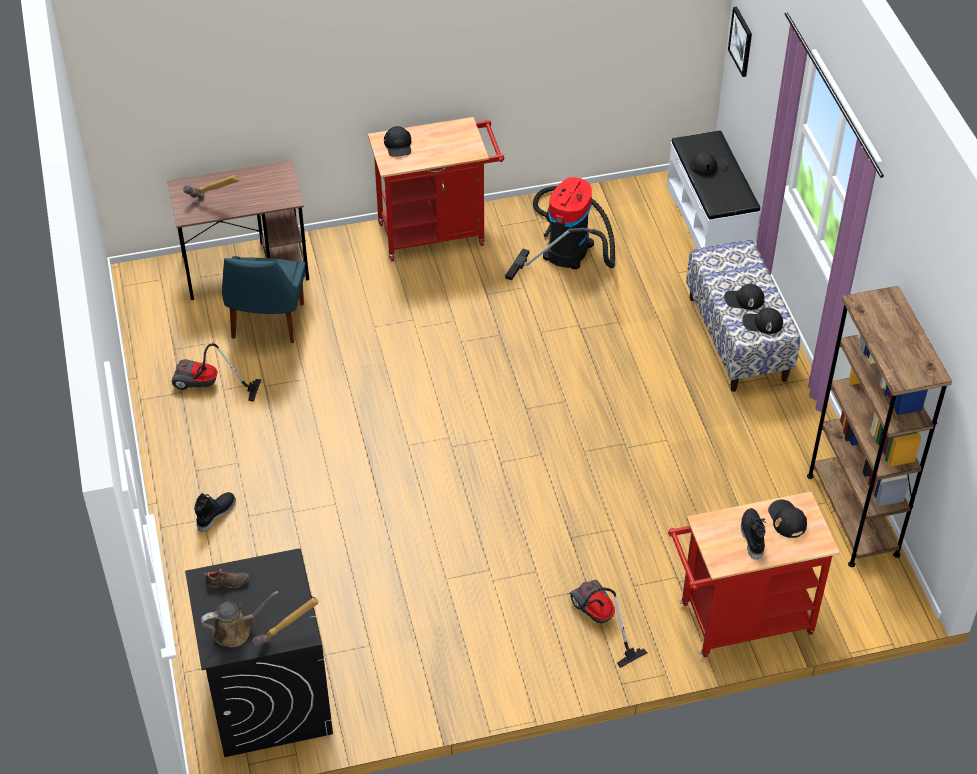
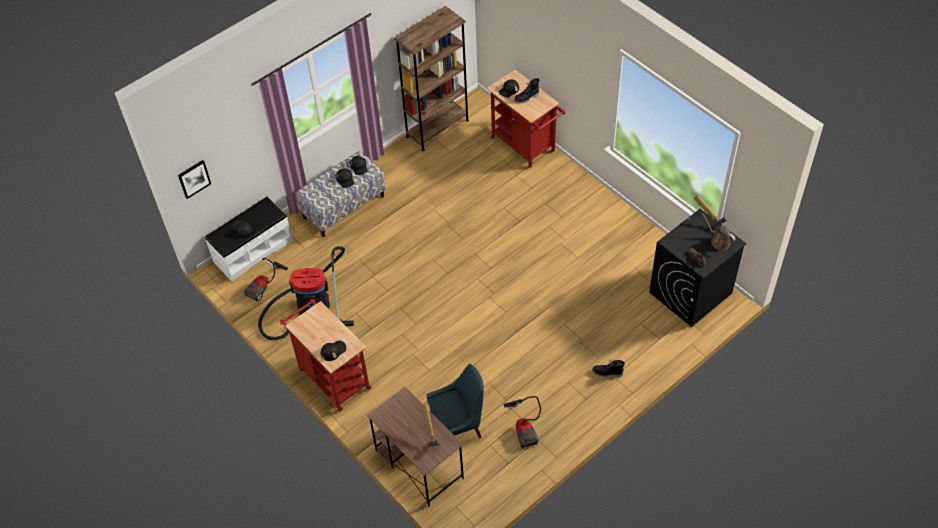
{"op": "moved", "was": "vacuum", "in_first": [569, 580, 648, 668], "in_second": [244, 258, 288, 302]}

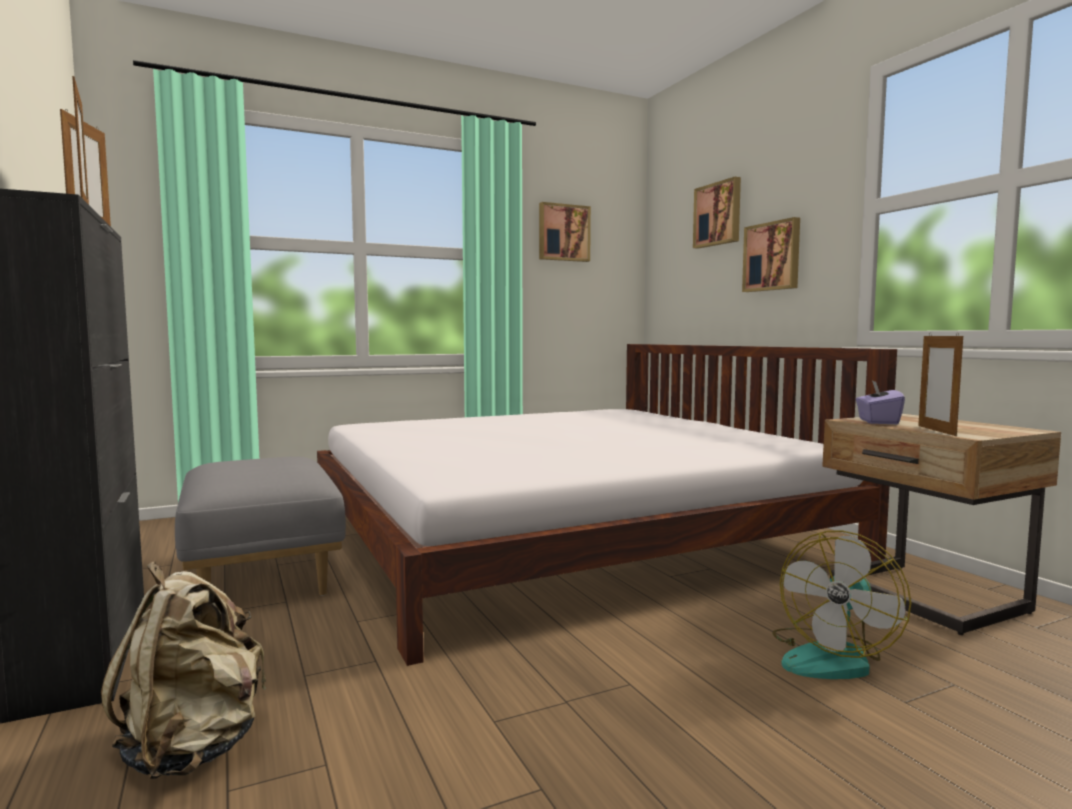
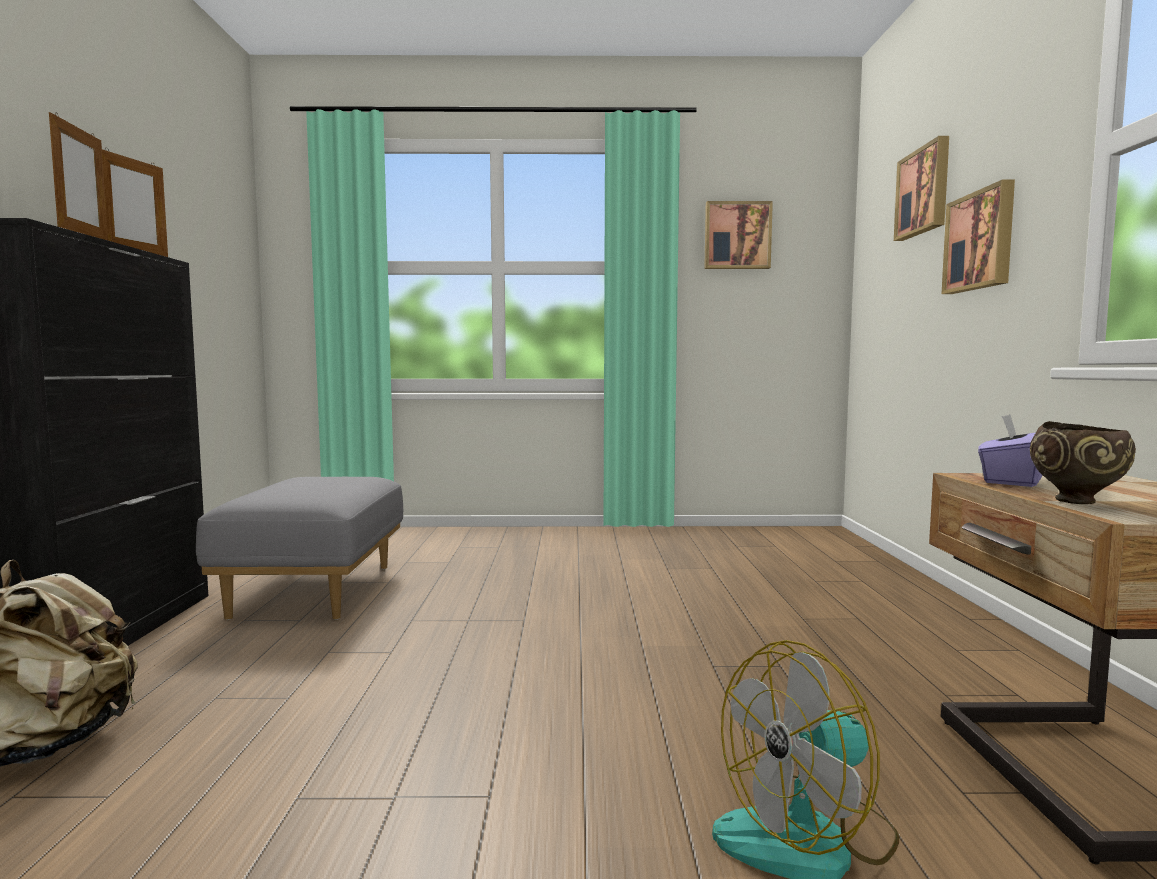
{"op": "removed", "was": "whitish bedroom bed", "in_first": [317, 344, 897, 666]}
{"op": "replaced", "was": "standing frame", "now": "brown bowl", "in_first": [918, 332, 963, 436], "in_second": [1030, 421, 1136, 504]}

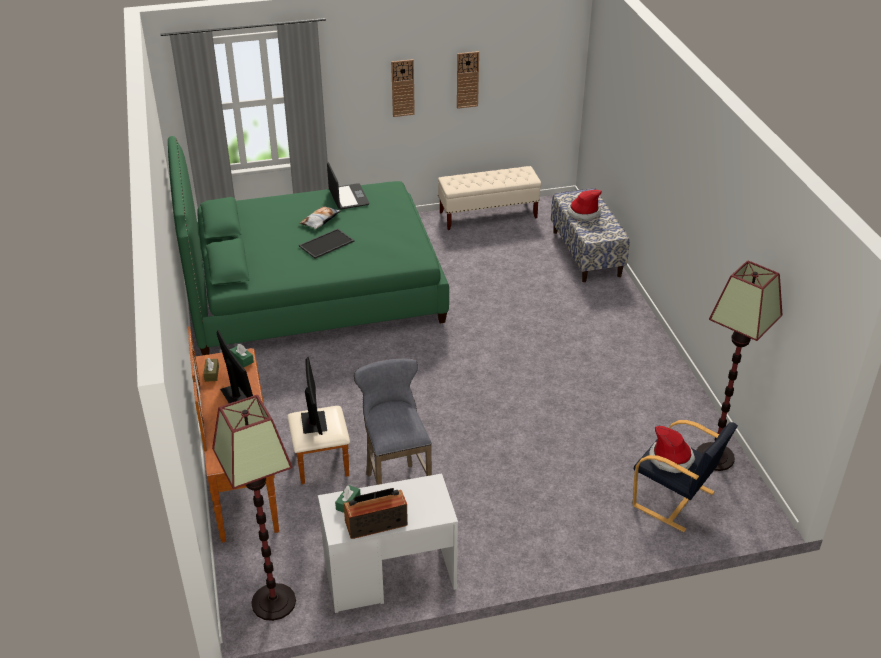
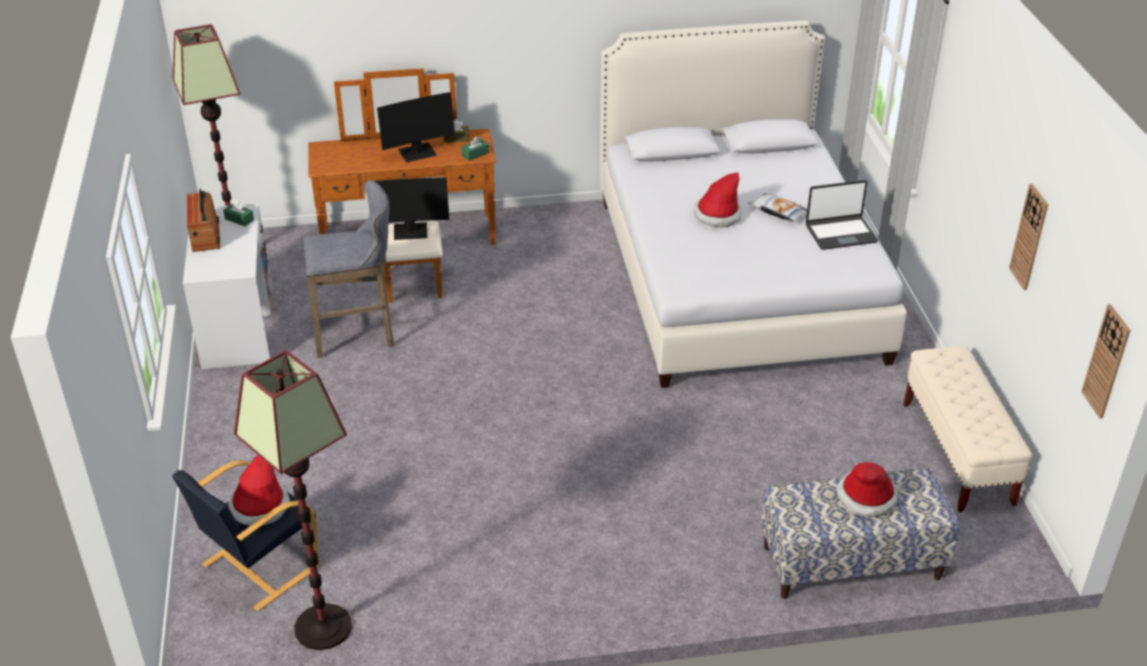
{"op": "recoloured", "was": "greenish bedroom bed", "now": "whitish bedroom bed", "in_first": [168, 136, 449, 355], "in_second": [600, 21, 907, 388]}
{"op": "replaced", "was": "carrying tray", "now": "clothing hat", "in_first": [299, 229, 354, 259], "in_second": [694, 172, 742, 228]}
{"op": "moved", "was": "wall clock", "in_first": [391, 59, 415, 117], "in_second": [1081, 304, 1131, 419]}

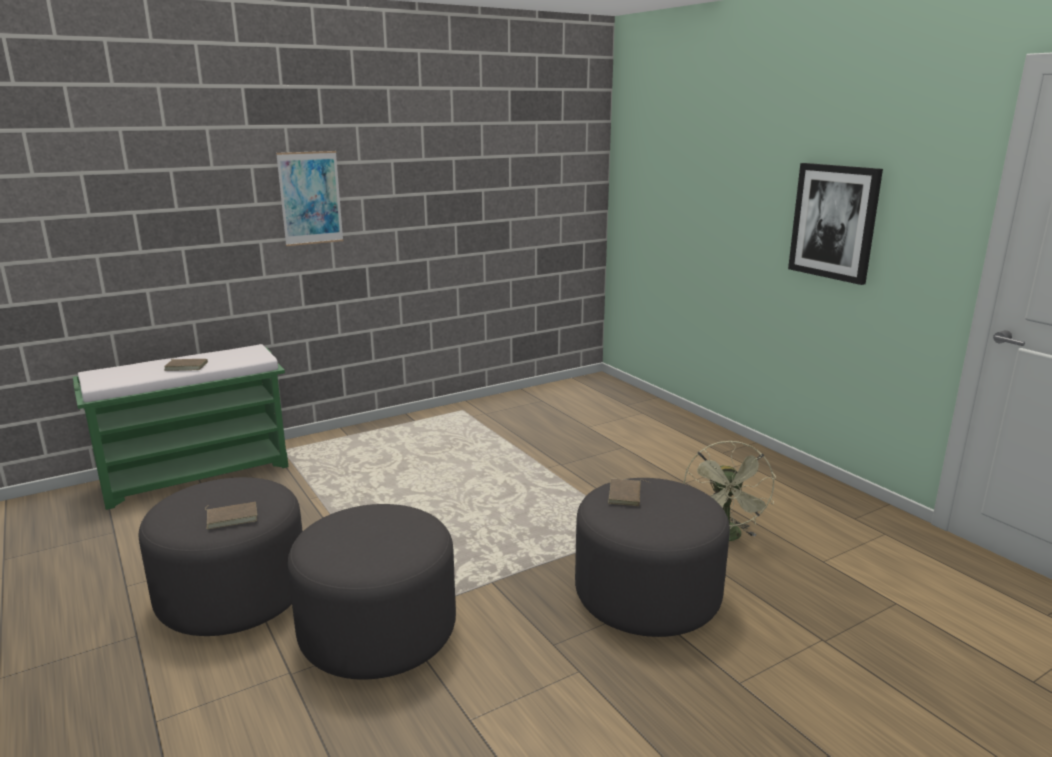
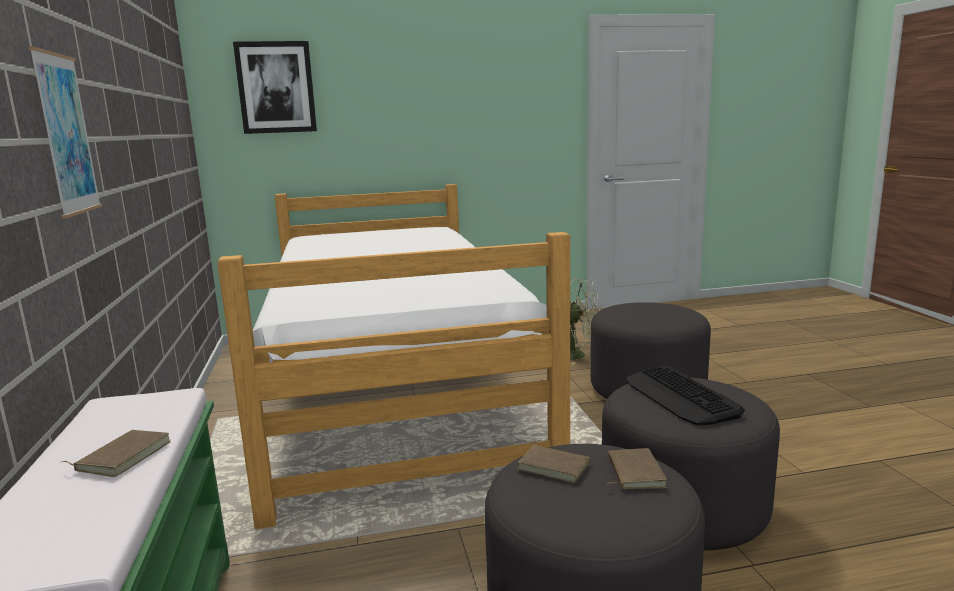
{"op": "moved", "was": "brown book", "in_first": [608, 478, 650, 506], "in_second": [517, 440, 590, 483]}
{"op": "moved", "was": "wall art", "in_first": [788, 163, 883, 285], "in_second": [233, 41, 317, 134]}
{"op": "added", "now": "bedroom bed", "in_second": [217, 184, 570, 529]}
{"op": "added", "now": "computer keyboard", "in_second": [626, 366, 745, 426]}

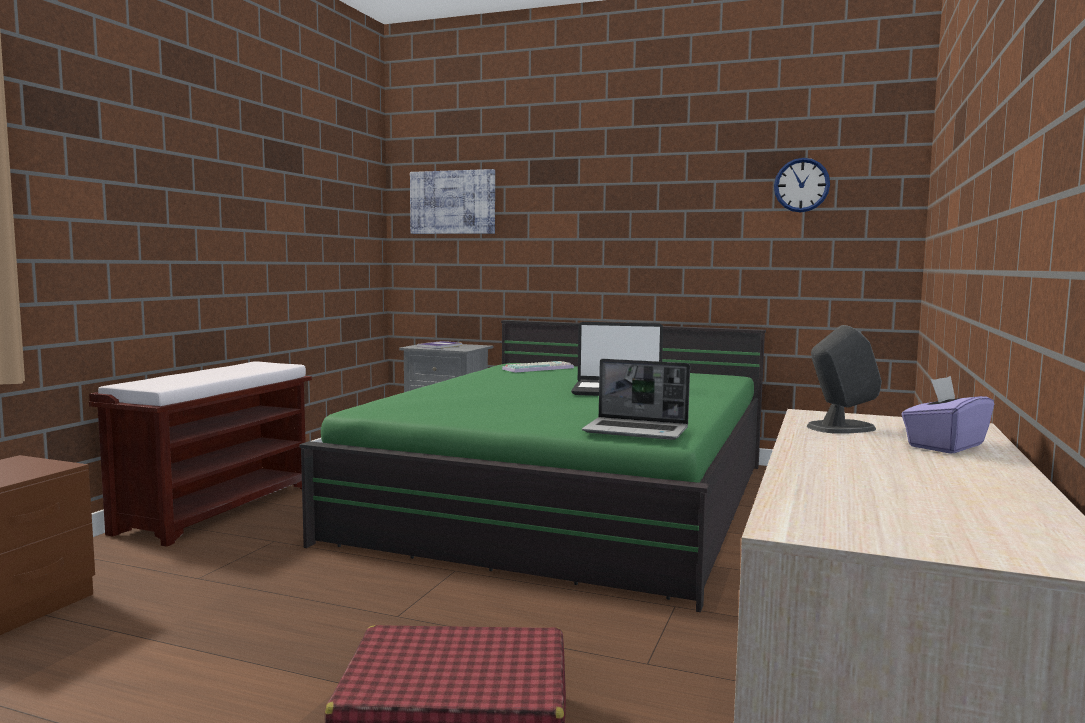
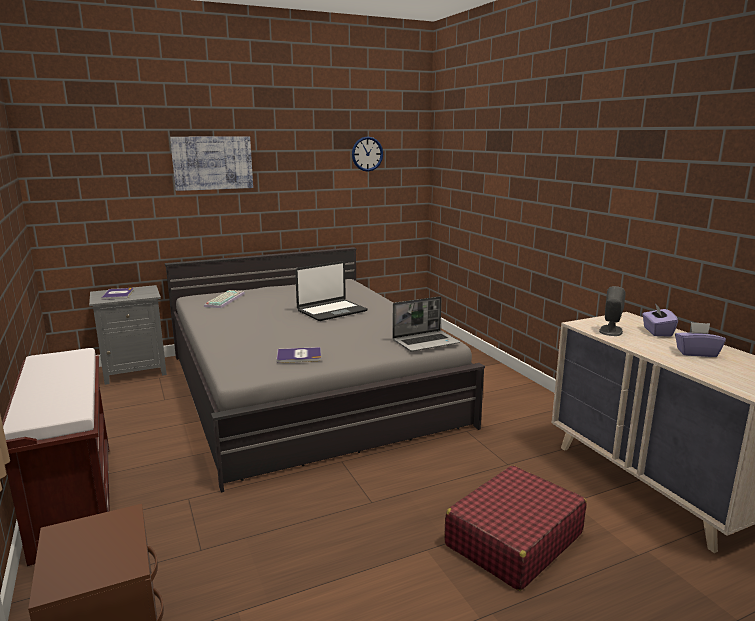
{"op": "recoloured", "was": "greenish bedroom bed", "now": "gray bedroom bed", "in_first": [300, 320, 766, 612], "in_second": [165, 247, 485, 493]}
{"op": "moved", "was": "wall art", "in_first": [410, 169, 495, 234], "in_second": [170, 137, 253, 191]}
{"op": "added", "now": "book", "in_second": [277, 347, 321, 363]}
{"op": "added", "now": "purple box of tissues", "in_second": [675, 322, 726, 357]}

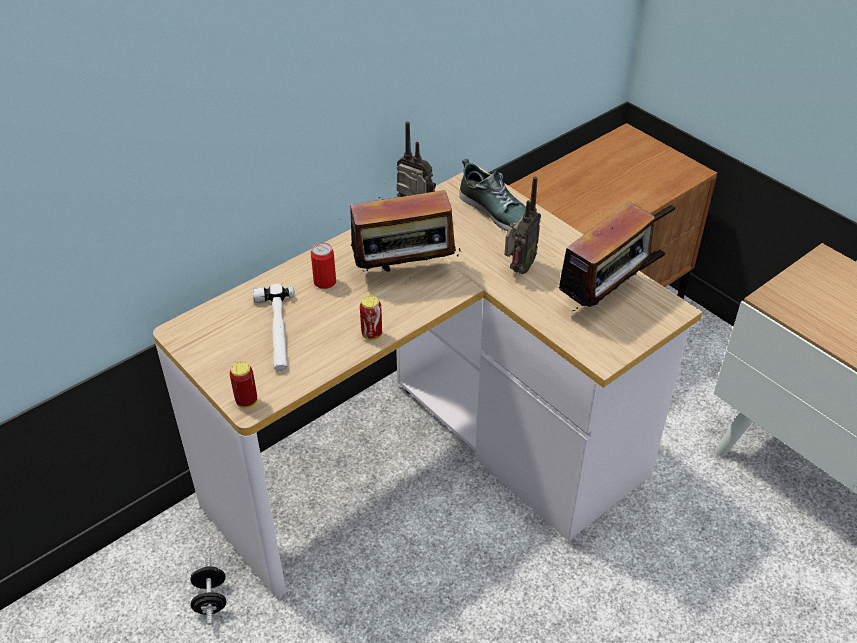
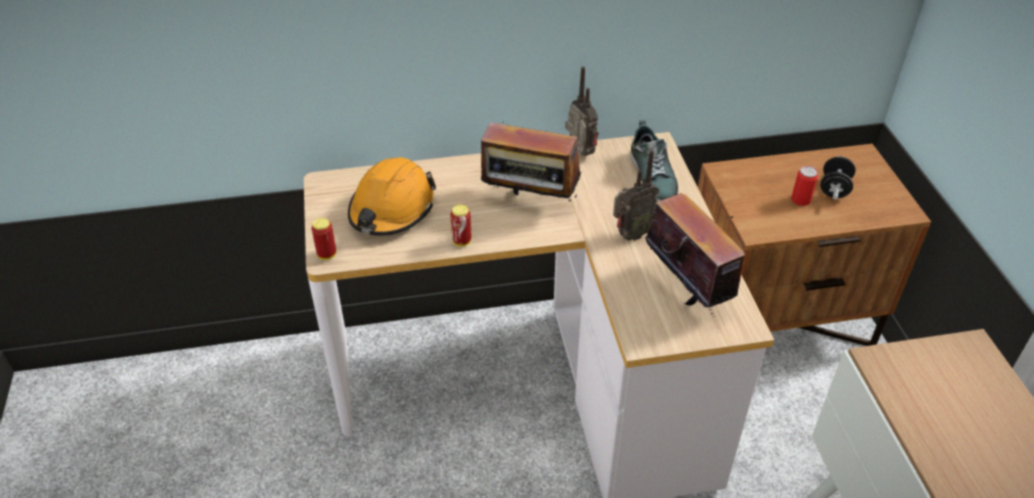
{"op": "moved", "was": "black dumbbell", "in_first": [190, 557, 226, 625], "in_second": [820, 156, 856, 200]}
{"op": "replaced", "was": "tool hammer", "now": "orange safety helmet", "in_first": [253, 284, 295, 371], "in_second": [348, 157, 436, 236]}
{"op": "moved", "was": "can", "in_first": [311, 242, 336, 289], "in_second": [791, 166, 818, 206]}
{"op": "turned", "was": "radio", "in_first": [558, 202, 657, 311], "in_second": [645, 193, 745, 317], "clockwise": -105}

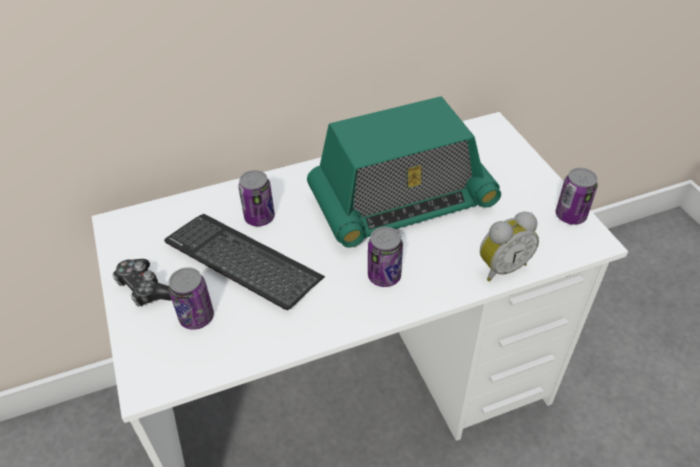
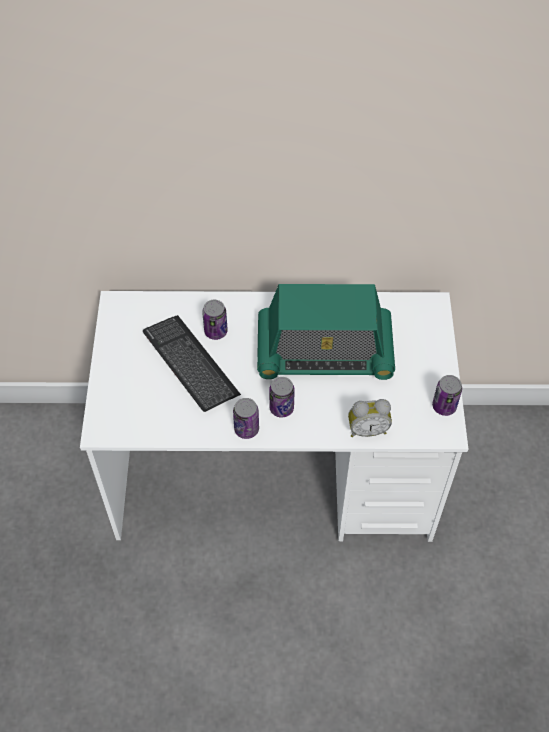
{"op": "removed", "was": "gamepad", "in_first": [112, 259, 171, 306]}
{"op": "moved", "was": "can", "in_first": [168, 267, 214, 330], "in_second": [233, 398, 259, 439]}

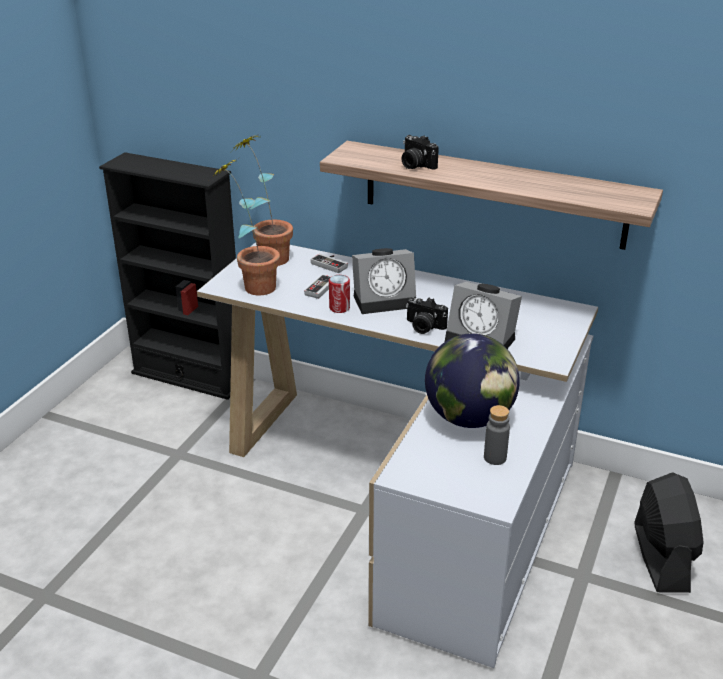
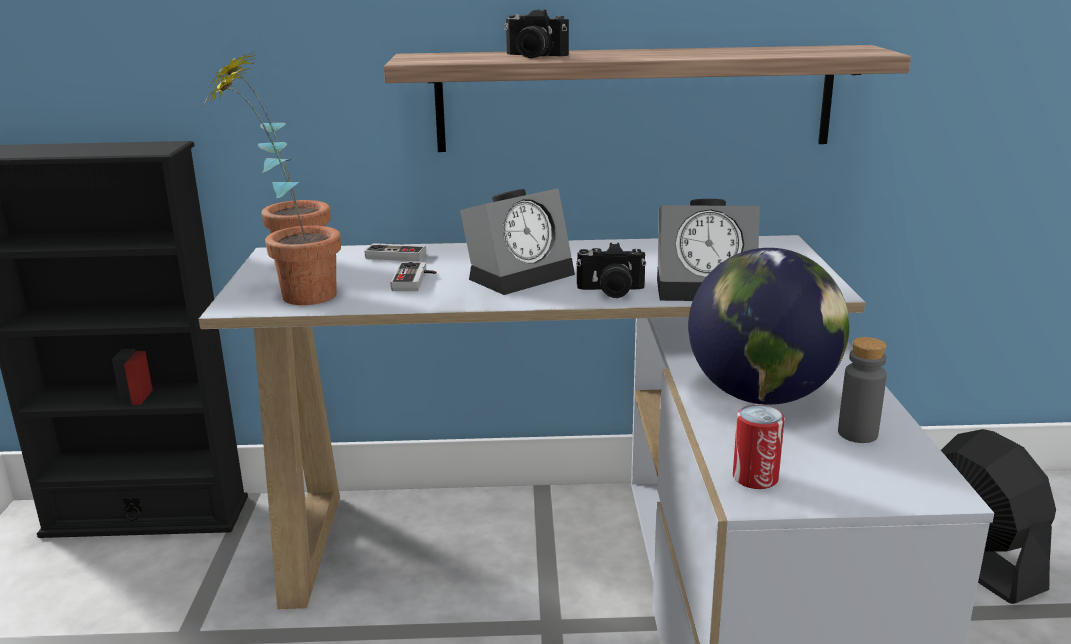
{"op": "moved", "was": "can", "in_first": [329, 275, 350, 313], "in_second": [733, 405, 785, 489]}

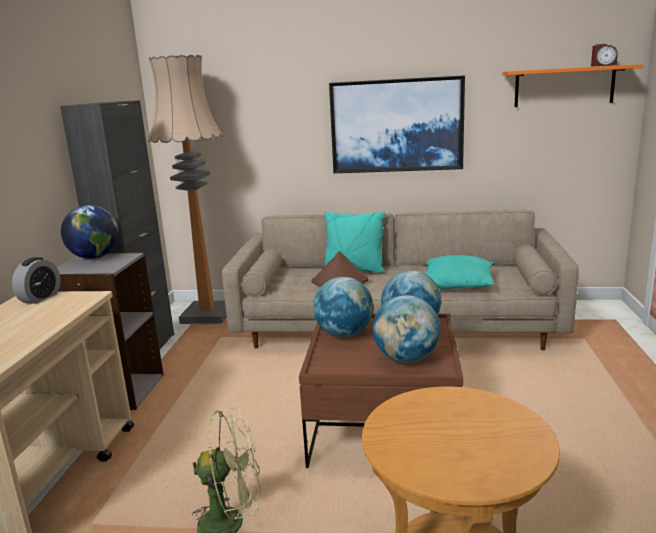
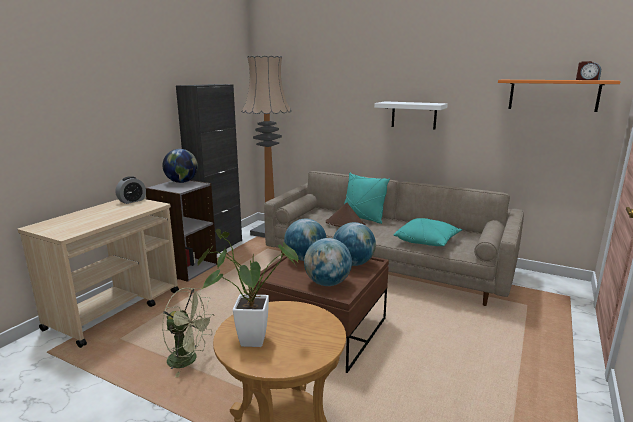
{"op": "replaced", "was": "wall art", "now": "whitish shelf", "in_first": [329, 75, 465, 173], "in_second": [374, 101, 448, 130]}
{"op": "added", "now": "plant in a pot", "in_second": [197, 229, 298, 347]}

